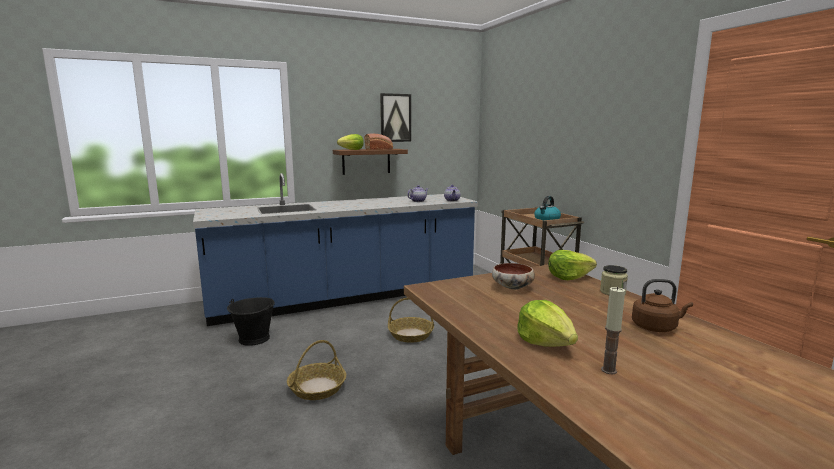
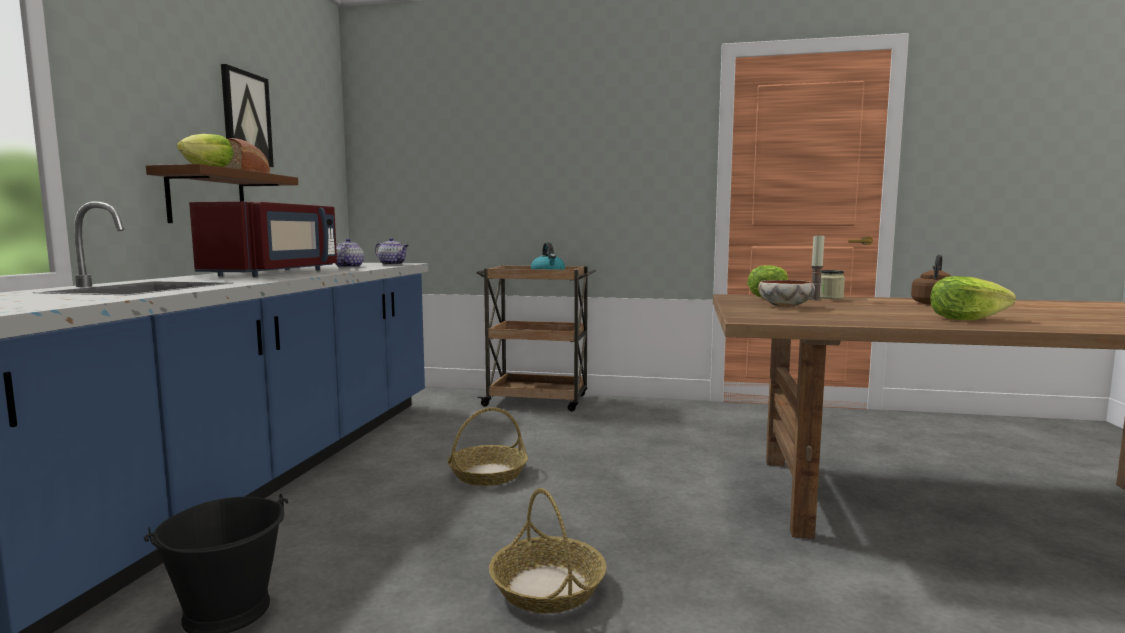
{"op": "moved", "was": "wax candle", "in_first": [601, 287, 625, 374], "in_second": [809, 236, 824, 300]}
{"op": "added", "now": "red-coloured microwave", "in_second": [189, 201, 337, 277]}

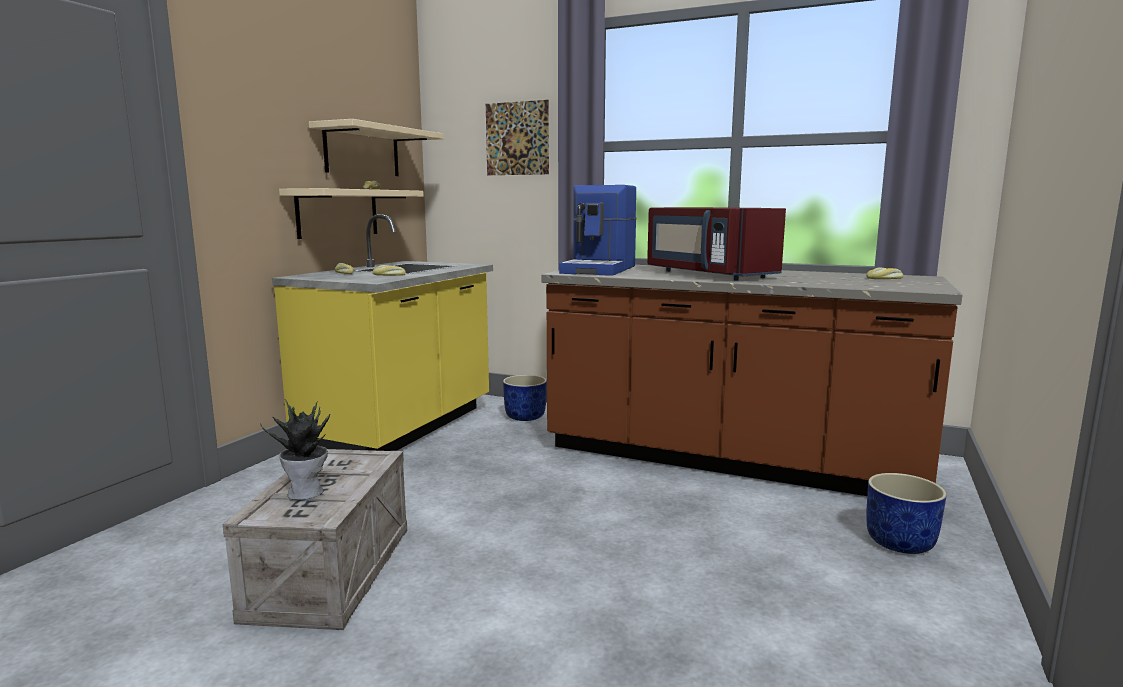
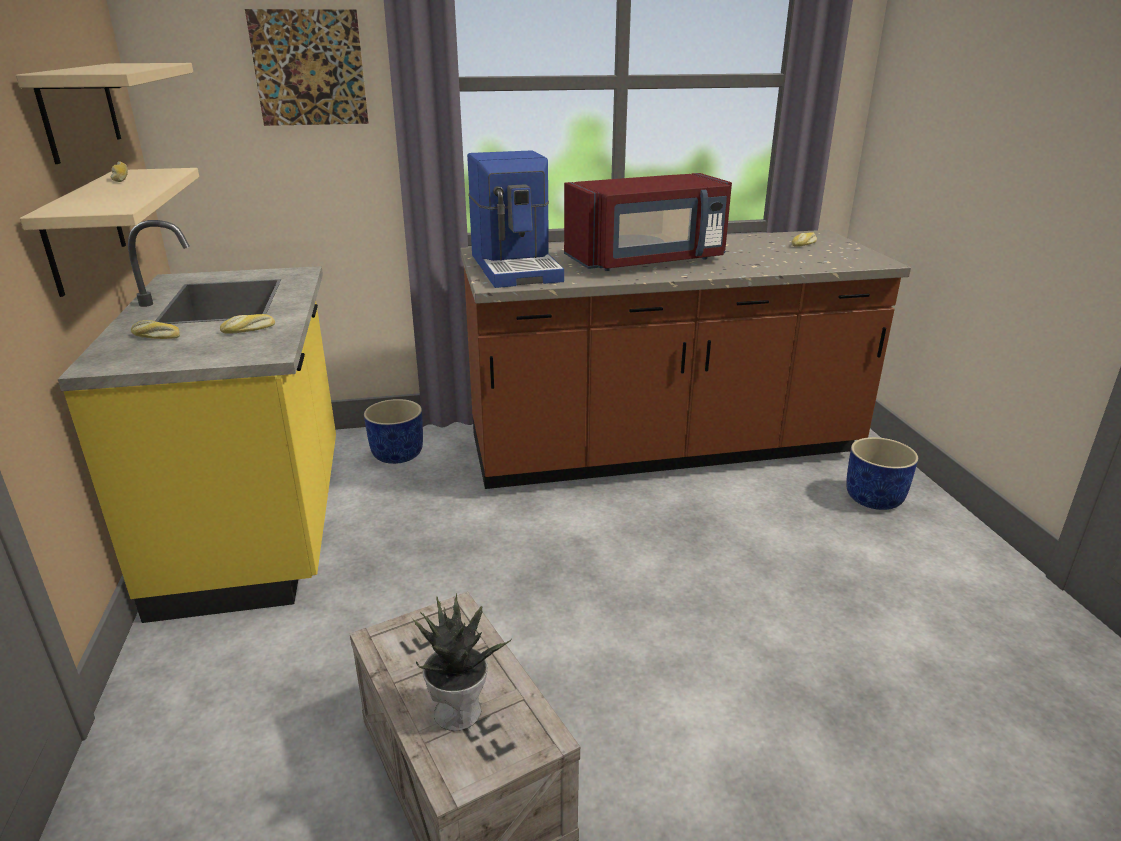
{"op": "turned", "was": "red-coloured microwave", "in_first": [647, 207, 786, 280], "in_second": [564, 173, 732, 271], "clockwise": -45}

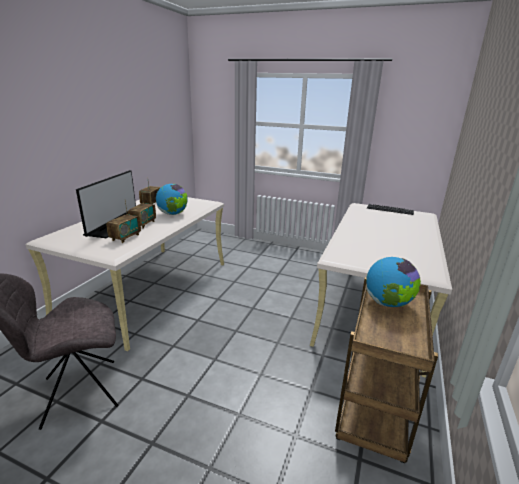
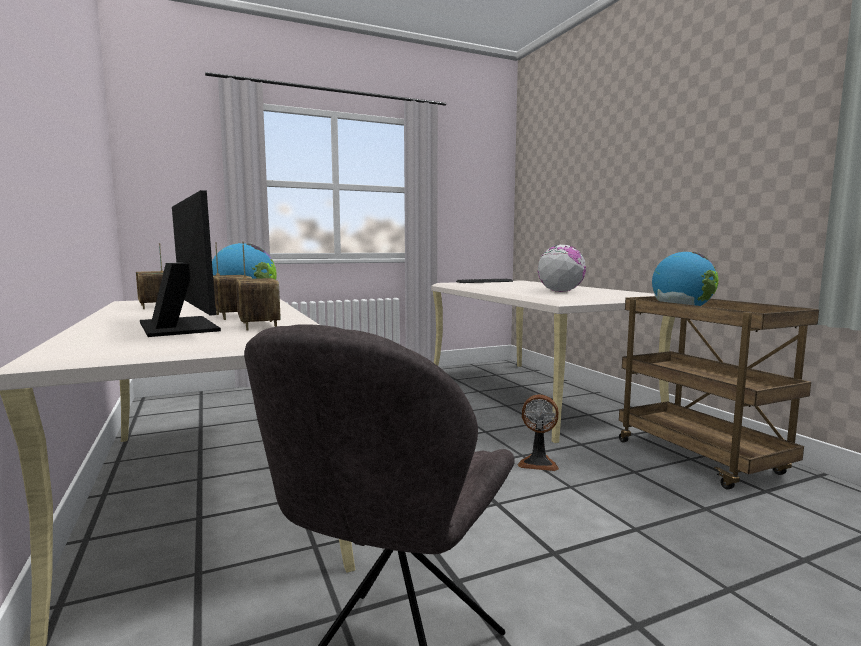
{"op": "added", "now": "cooling fan", "in_second": [518, 394, 559, 471]}
{"op": "added", "now": "world globe", "in_second": [538, 245, 586, 292]}

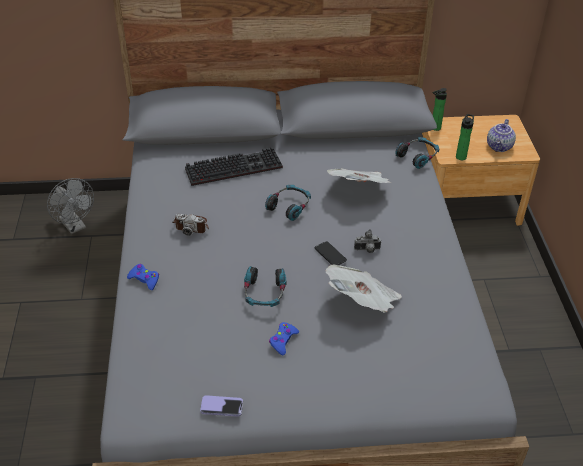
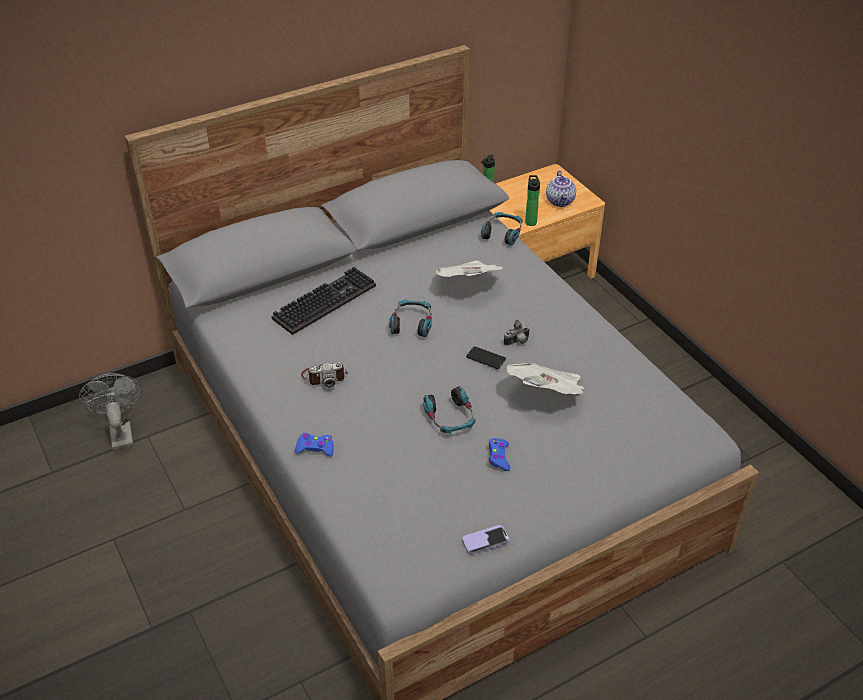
{"op": "turned", "was": "gray cooling fan", "in_first": [47, 178, 94, 234], "in_second": [79, 373, 142, 450], "clockwise": -135}

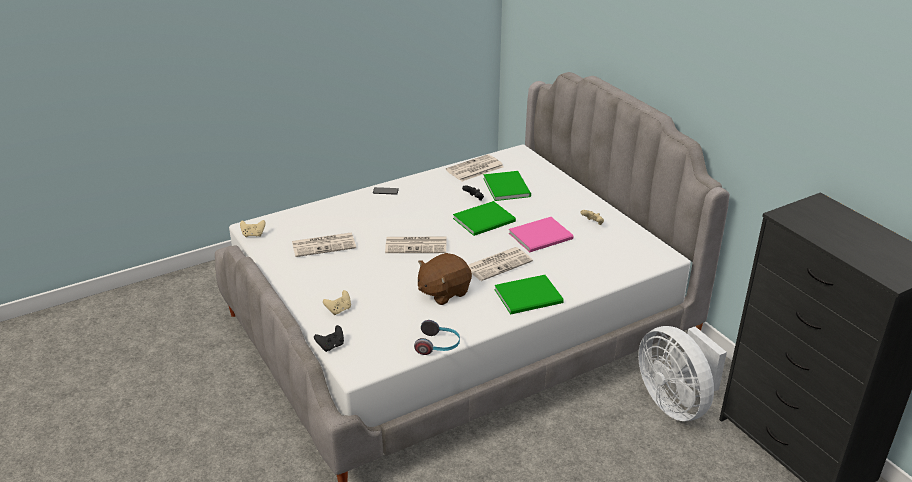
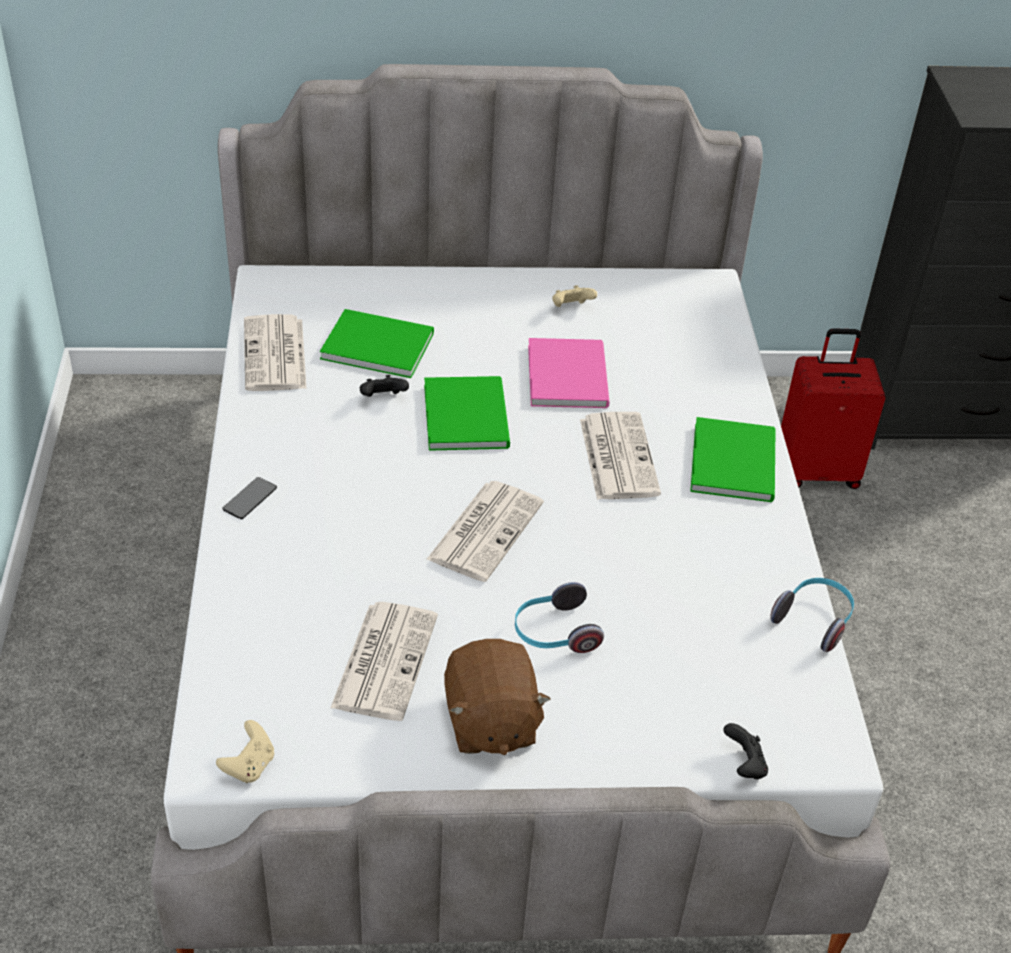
{"op": "removed", "was": "beige gamepad", "in_first": [323, 290, 351, 315]}
{"op": "moved", "was": "brown plush toy", "in_first": [418, 253, 472, 305], "in_second": [444, 639, 551, 755]}
{"op": "replaced", "was": "whitish cooling fan", "now": "red-coloured travel case", "in_first": [638, 326, 727, 421], "in_second": [781, 328, 886, 489]}
{"op": "added", "now": "headphones", "in_second": [515, 582, 604, 653]}

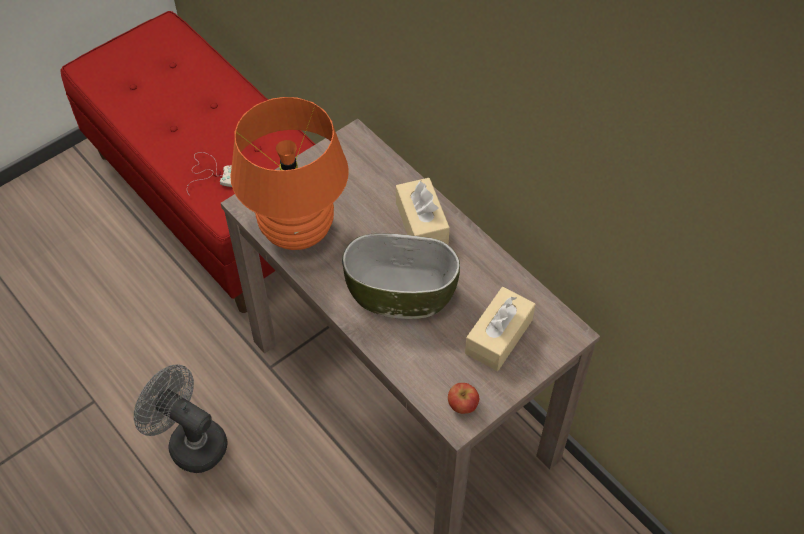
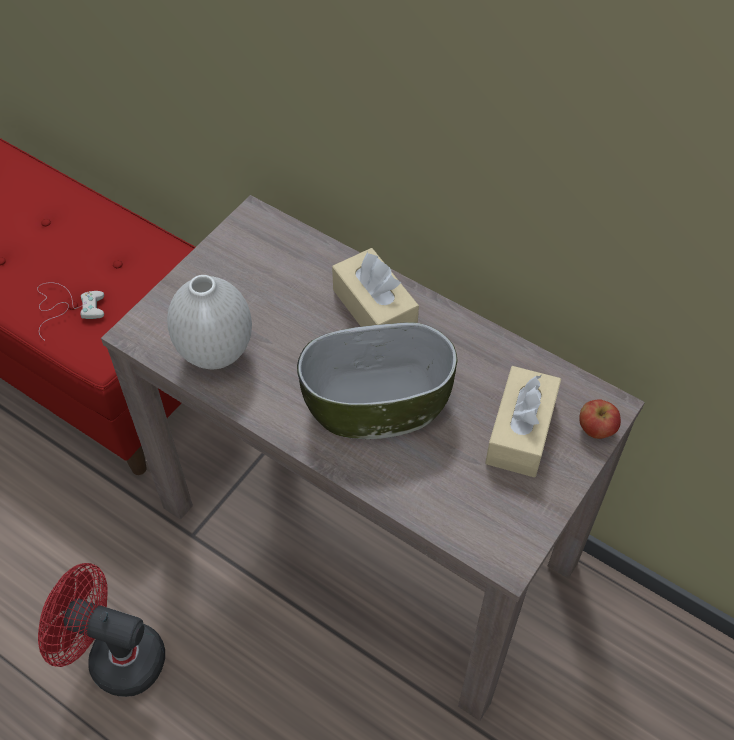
{"op": "recoloured", "was": "gray cooling fan", "now": "red-coloured cooling fan", "in_first": [134, 364, 227, 473], "in_second": [38, 563, 165, 697]}
{"op": "replaced", "was": "orange table lamp", "now": "whitish decorative vase", "in_first": [230, 97, 349, 250], "in_second": [167, 275, 252, 369]}
{"op": "moved", "was": "apple fruit", "in_first": [448, 383, 479, 414], "in_second": [579, 399, 621, 439]}

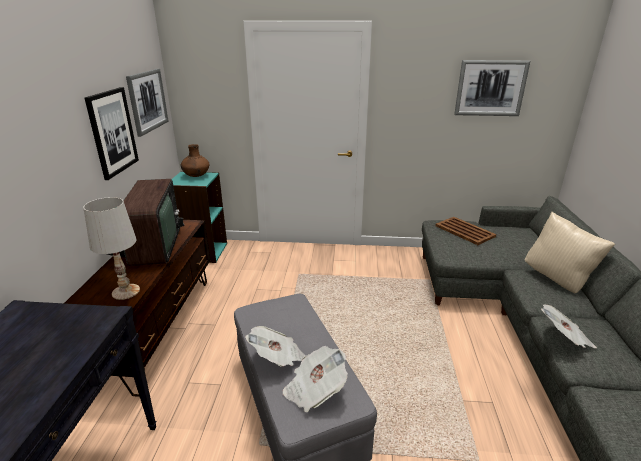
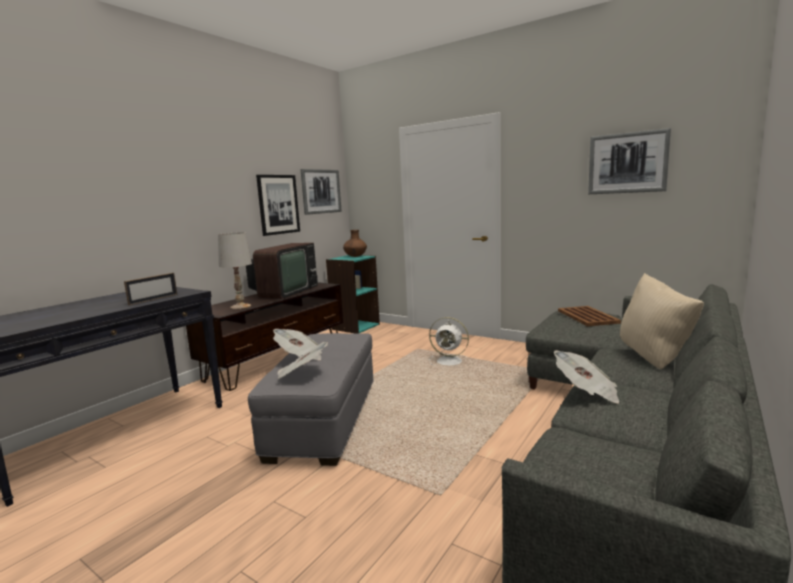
{"op": "added", "now": "standing frame", "in_second": [124, 273, 177, 305]}
{"op": "added", "now": "whitish cooling fan", "in_second": [429, 317, 469, 365]}

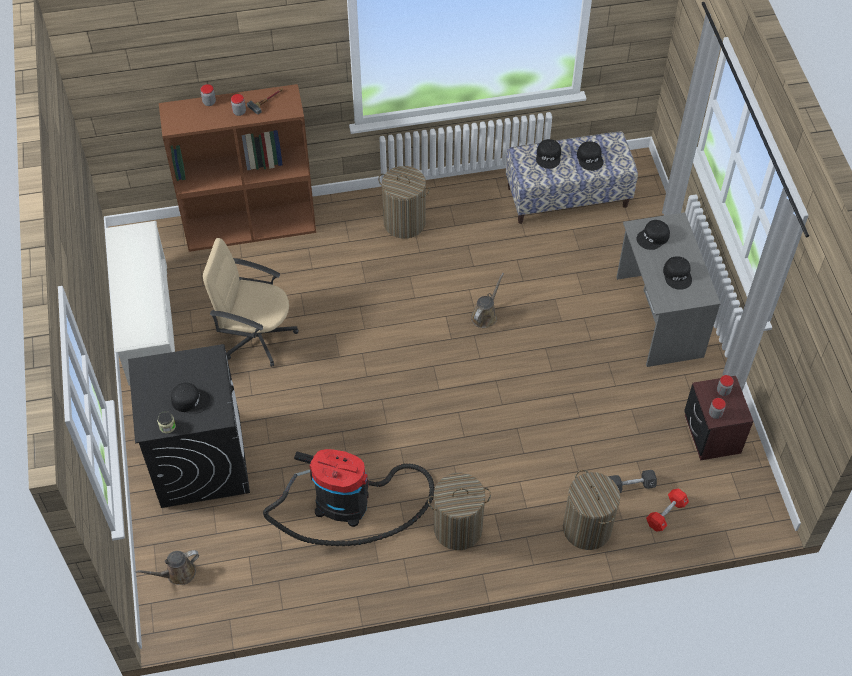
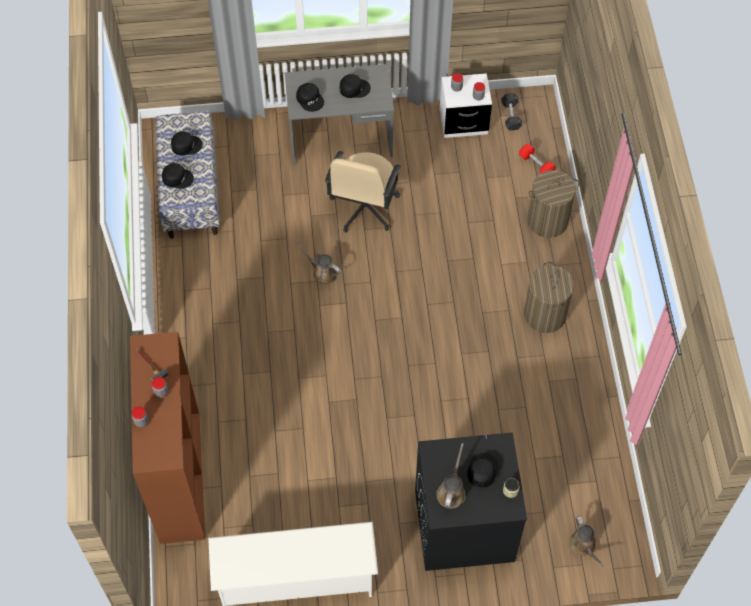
{"op": "moved", "was": "beige computer chair", "in_first": [203, 238, 298, 367], "in_second": [325, 151, 401, 233]}
{"op": "removed", "was": "vacuum", "in_first": [263, 449, 435, 546]}
{"op": "removed", "was": "washing basket", "in_first": [378, 166, 430, 239]}
{"op": "moved", "was": "black dumbbell", "in_first": [609, 470, 657, 493], "in_second": [501, 93, 522, 130]}
{"op": "recoloured", "was": "brown nightstand", "now": "whitish nightstand", "in_first": [684, 376, 753, 461], "in_second": [440, 73, 492, 138]}
{"op": "added", "now": "brown sprinkling can", "in_second": [436, 443, 466, 509]}

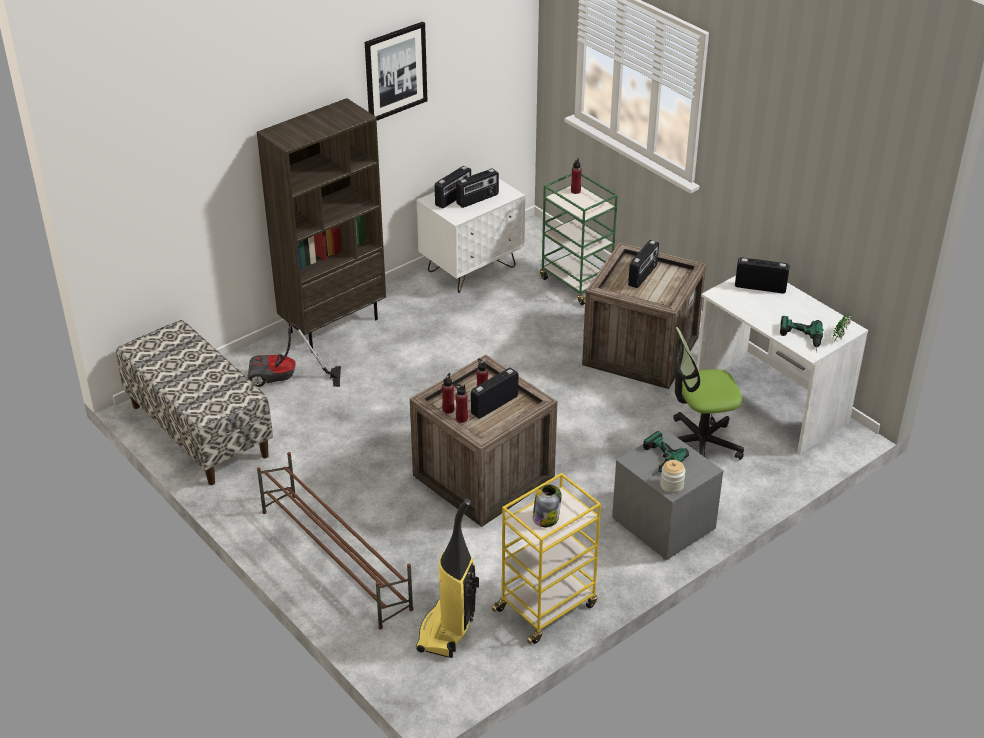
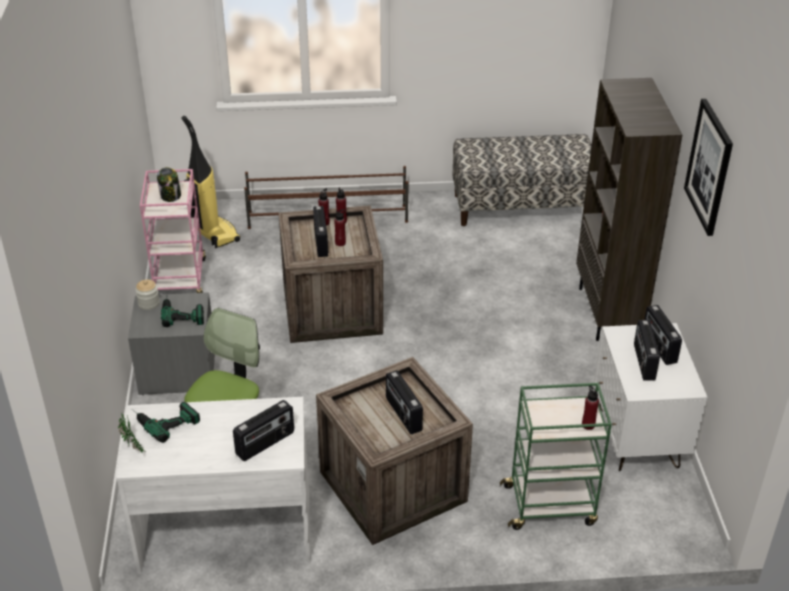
{"op": "removed", "was": "vacuum", "in_first": [247, 323, 341, 387]}
{"op": "recoloured", "was": "yellow wheeled cart", "now": "pinkish wheeled cart", "in_first": [492, 473, 601, 644], "in_second": [140, 169, 206, 295]}

